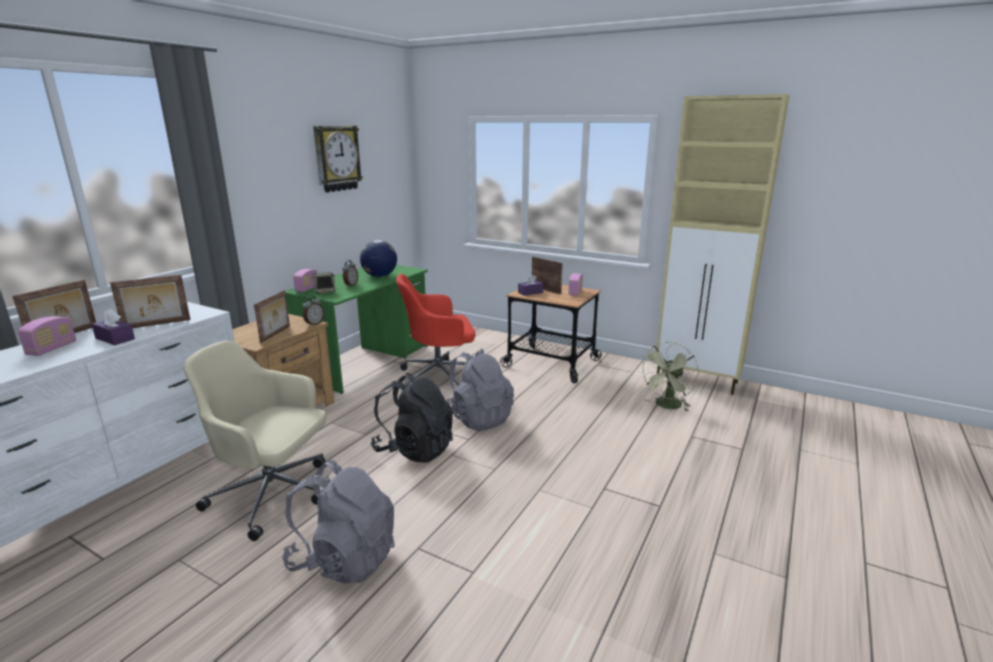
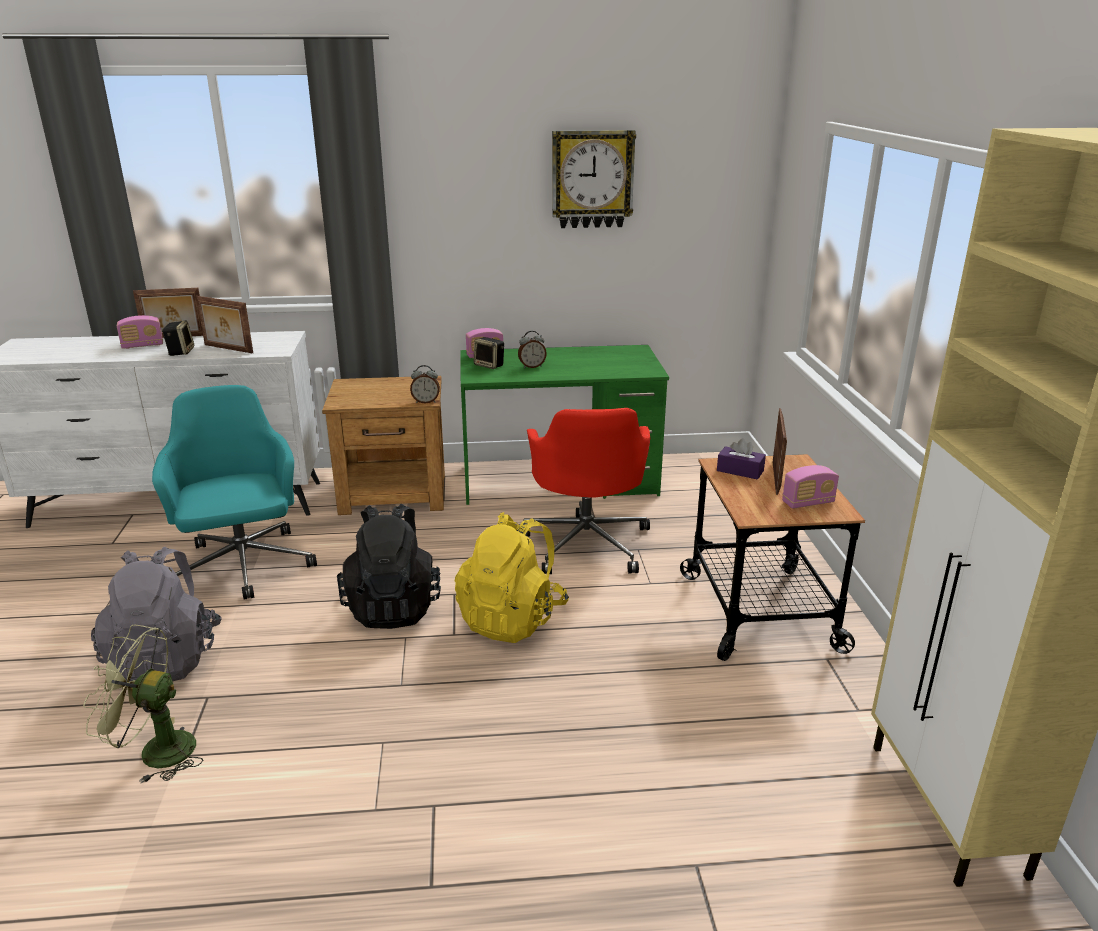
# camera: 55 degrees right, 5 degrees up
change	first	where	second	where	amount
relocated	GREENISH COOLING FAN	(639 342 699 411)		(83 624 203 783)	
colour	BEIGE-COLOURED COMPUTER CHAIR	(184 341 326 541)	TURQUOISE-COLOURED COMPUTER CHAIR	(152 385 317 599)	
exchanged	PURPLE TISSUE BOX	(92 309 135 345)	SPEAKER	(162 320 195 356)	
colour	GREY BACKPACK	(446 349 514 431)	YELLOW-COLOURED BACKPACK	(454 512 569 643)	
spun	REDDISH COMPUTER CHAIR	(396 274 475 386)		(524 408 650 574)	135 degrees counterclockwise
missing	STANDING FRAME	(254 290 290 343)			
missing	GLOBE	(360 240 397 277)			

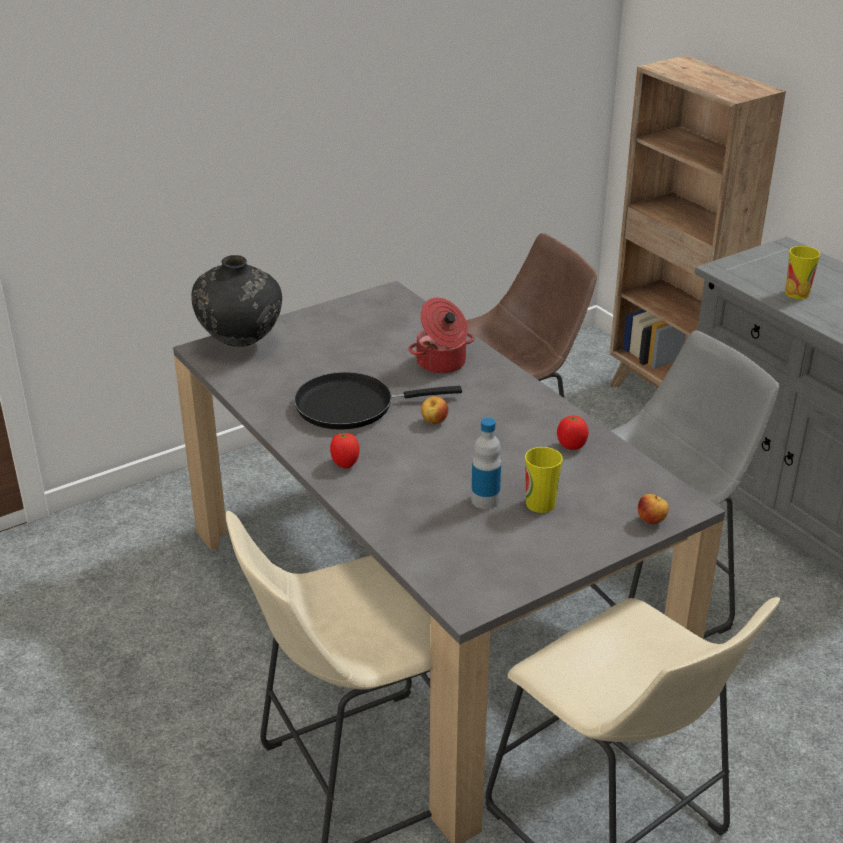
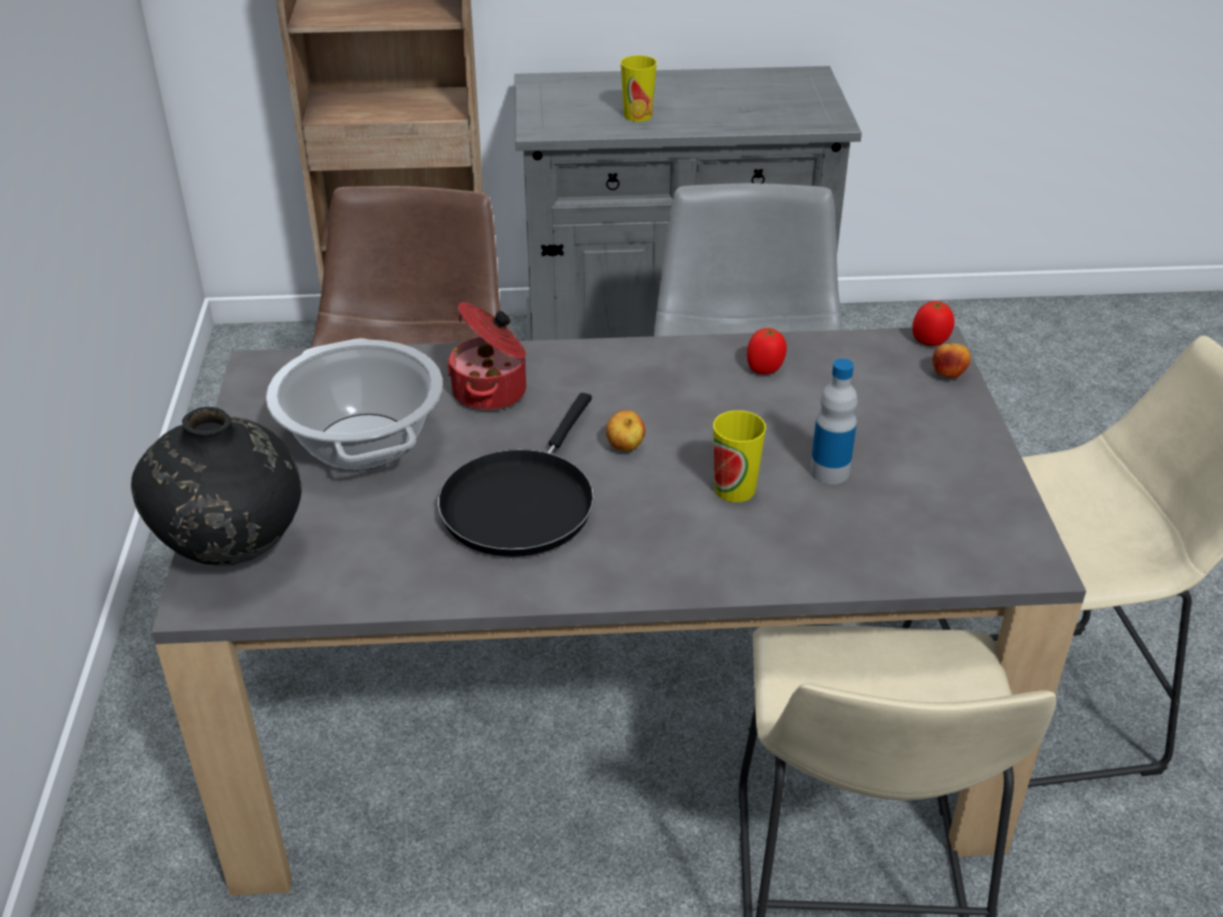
# camera: 60 degrees left, 5 degrees up
change	first	where	second	where	amount
appeared			SAUCEPOT	(266 338 443 470)	
relocated	CUP	(525 447 562 513)		(713 410 766 502)	
relocated	FRESH TOMATO	(330 433 360 468)		(912 301 955 346)	

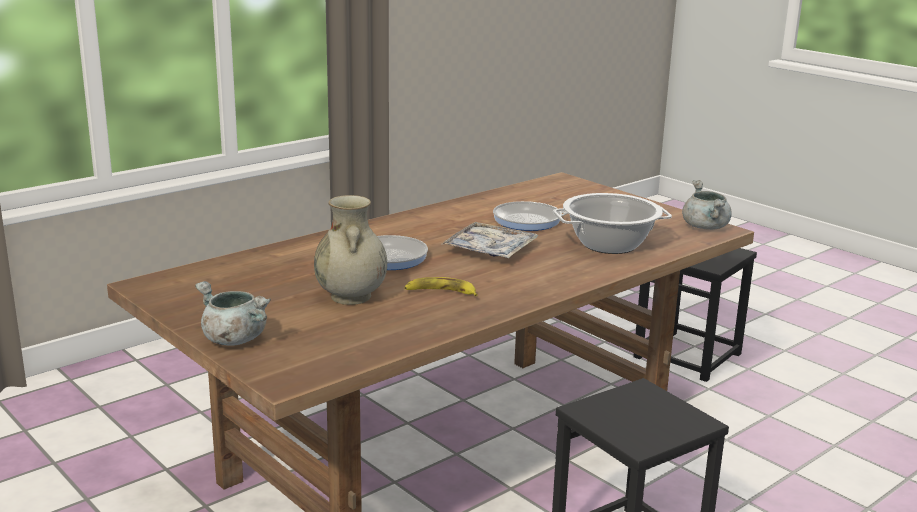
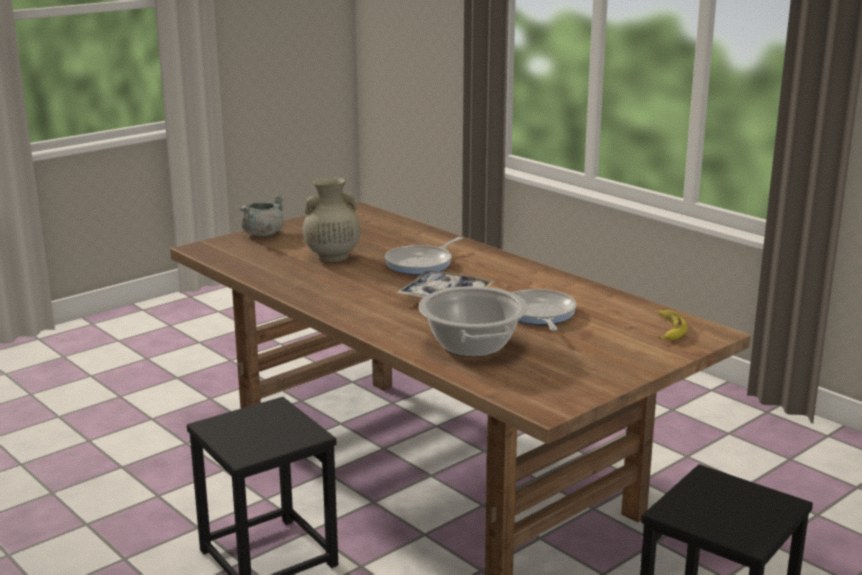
# camera: 90 degrees right, 0 degrees up
change	first	where	second	where	amount
relocated	BANANA FRUIT	(404 277 478 296)		(658 310 687 340)	
missing	GREY SAUCEPOT	(682 180 732 230)			

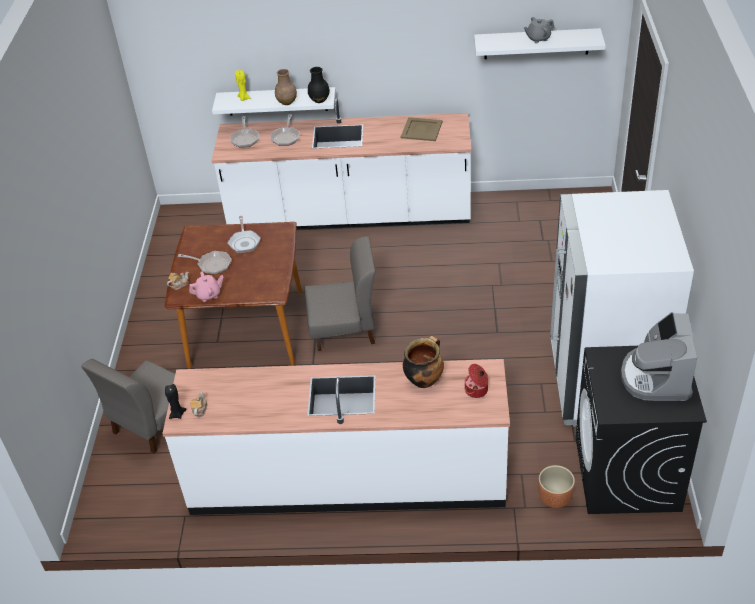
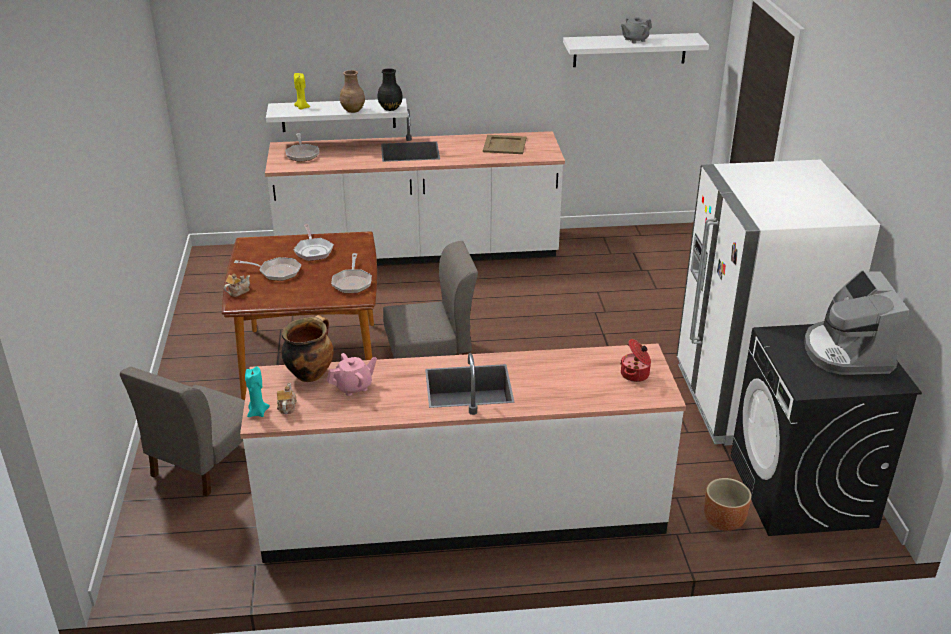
# camera: 10 degrees left, 10 degrees down
change	first	where	second	where	amount
colour	BLACKISH CANDLE	(165 384 187 419)	TURQUOISE-COLOURED CANDLE	(245 366 270 417)	
relocated	SAUCEPOT	(403 336 444 388)		(281 315 334 382)	
relocated	PINKISH TEAPOT	(189 271 223 302)		(327 353 377 396)	
relocated	PAN	(270 114 300 146)		(331 253 372 293)	

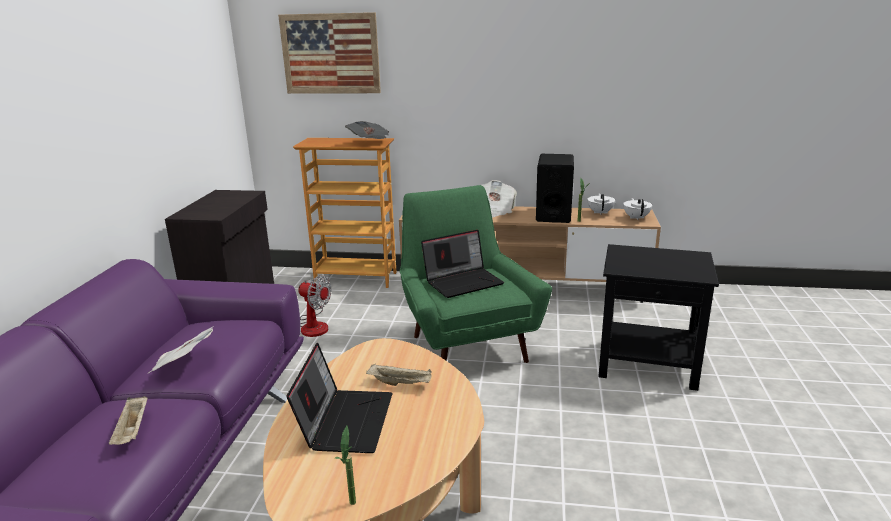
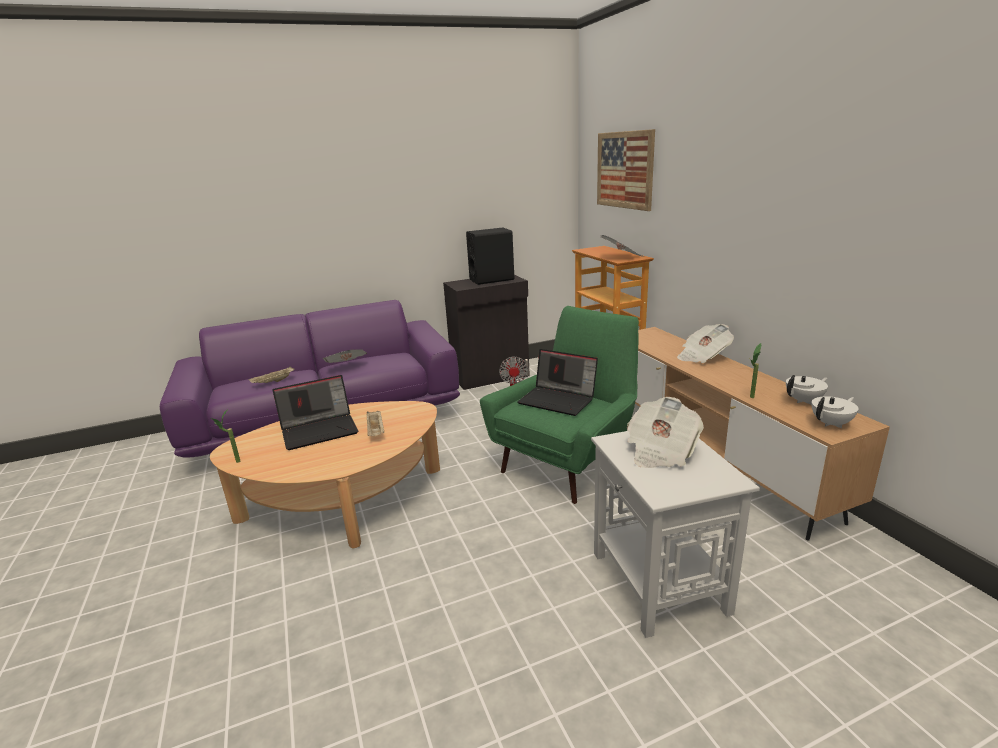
# camera: 60 degrees right, 0 degrees up
change	first	where	second	where	amount
relocated	BLACKISH SPEAKER	(536 154 574 223)		(466 228 514 285)	
colour	BLACKISH ACCENT TABLE	(598 244 719 391)	WHITISH ACCENT TABLE	(591 431 760 638)	
appeared			DAILY PAPER	(627 397 704 468)	

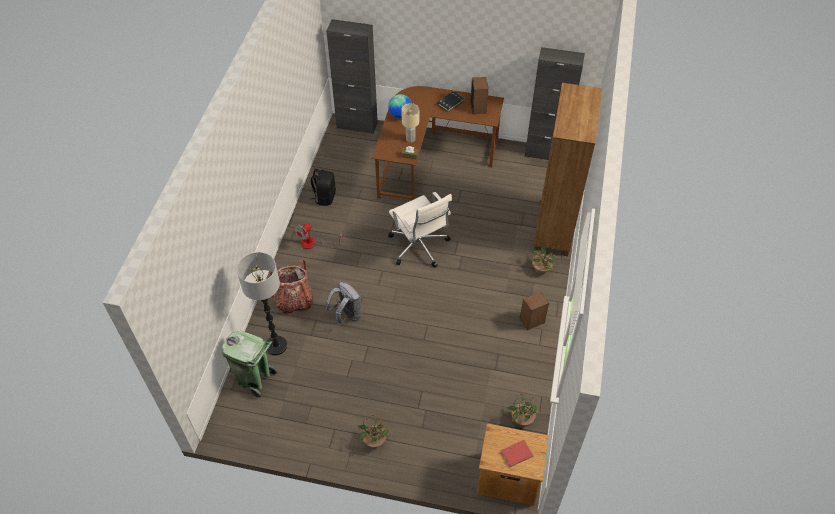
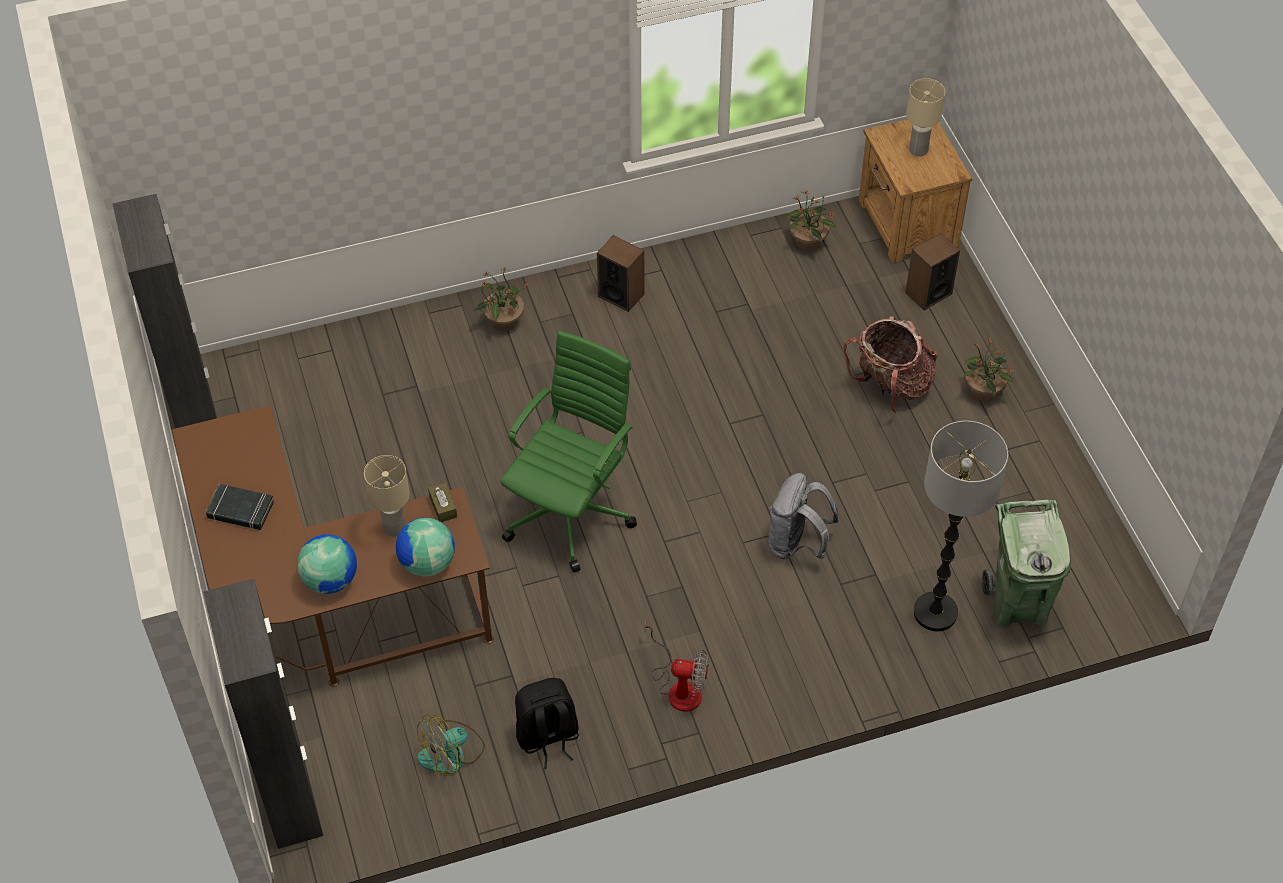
# camera: 120 degrees left, 0 degrees up
change	first	where	second	where	amount
appeared			GLOBE	(396 518 455 577)	
appeared			COOLING FAN	(417 714 485 776)	
colour	WHITISH COMPUTER CHAIR	(388 192 452 267)	GREENISH COMPUTER CHAIR	(501 331 637 573)	
relocated	BACKPACK	(270 259 313 314)		(844 316 937 413)	
exchanged	REDDISH BOUND BOOK	(500 440 533 467)	BEIGE-COLOURED LAMP FOR A TABLE	(906 78 945 156)	
relocated	SPEAKER	(470 77 489 114)		(906 233 960 310)	
missing	BROWN BOOKSHELF	(534 83 602 256)			

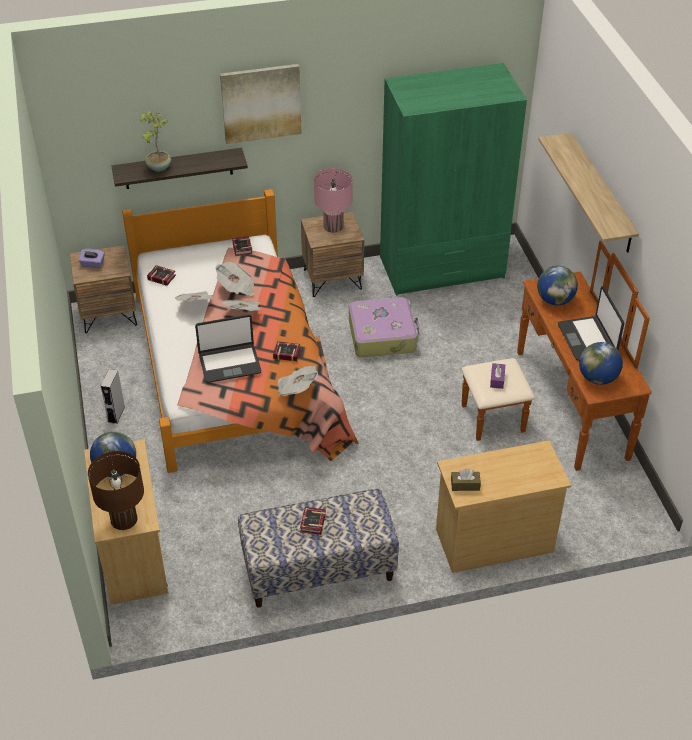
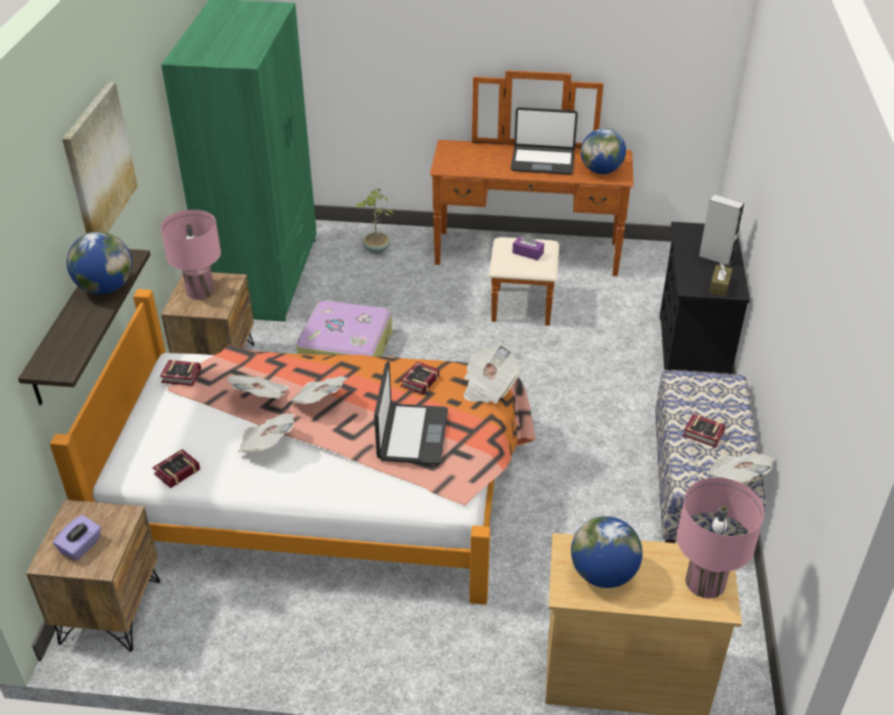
# camera: 70 degrees left, 5 degrees down
change	first	where	second	where	amount
relocated	GLOBE	(537 266 578 306)		(67 232 132 294)	
relocated	PLANT IN A POT	(140 112 171 172)		(356 188 393 254)	
colour	BEIGE-COLOURED DRESSER	(436 440 571 573)	BLACKISH DRESSER	(660 222 750 374)	
colour	BROWN LAMP FOR A TABLE	(88 451 144 530)	PINKISH LAMP FOR A TABLE	(677 477 765 599)	
relocated	GREY SPEAKER	(101 369 125 424)		(698 195 744 266)	
appeared			DAILY PAPER	(706 454 775 482)	
missing	SHELF	(538 133 639 253)			

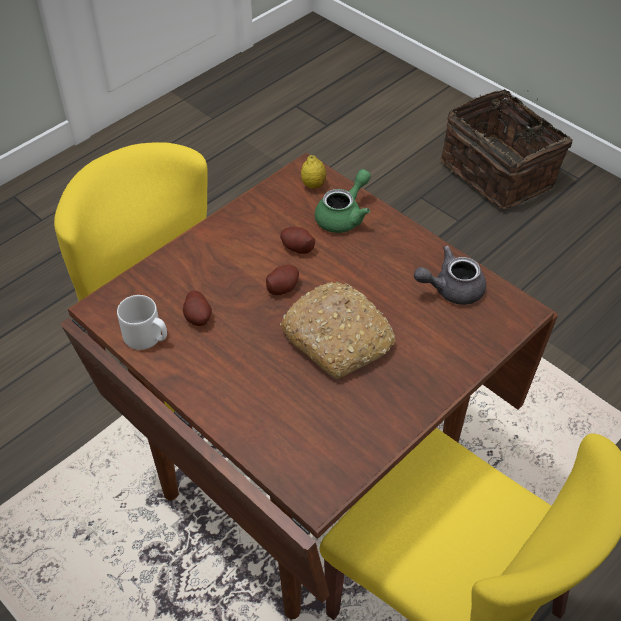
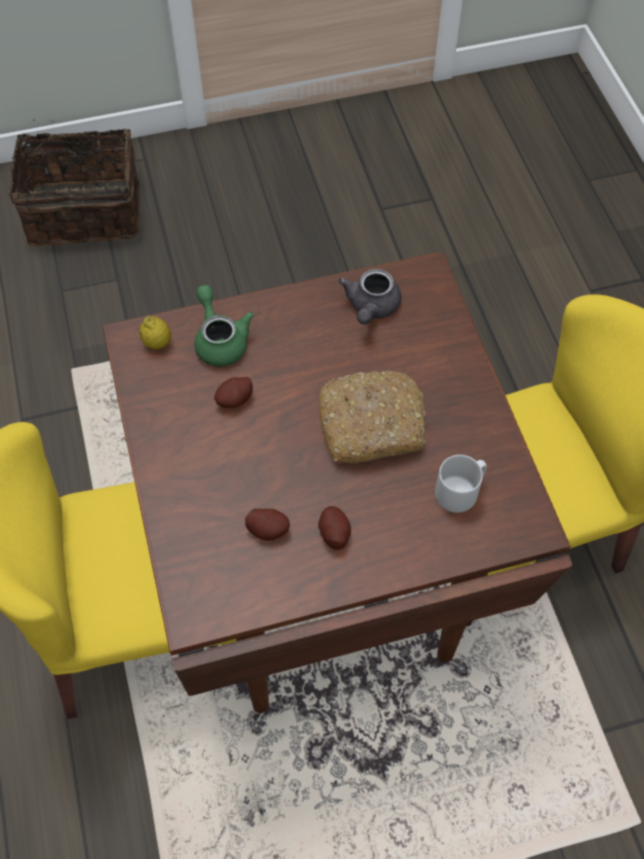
# camera: 60 degrees left, 10 degrees up
change	first	where	second	where	amount
relocated	WHOLE POTATO	(266 265 299 295)		(318 506 351 550)	
relocated	GREY MUG	(117 295 167 350)		(435 455 487 513)	

